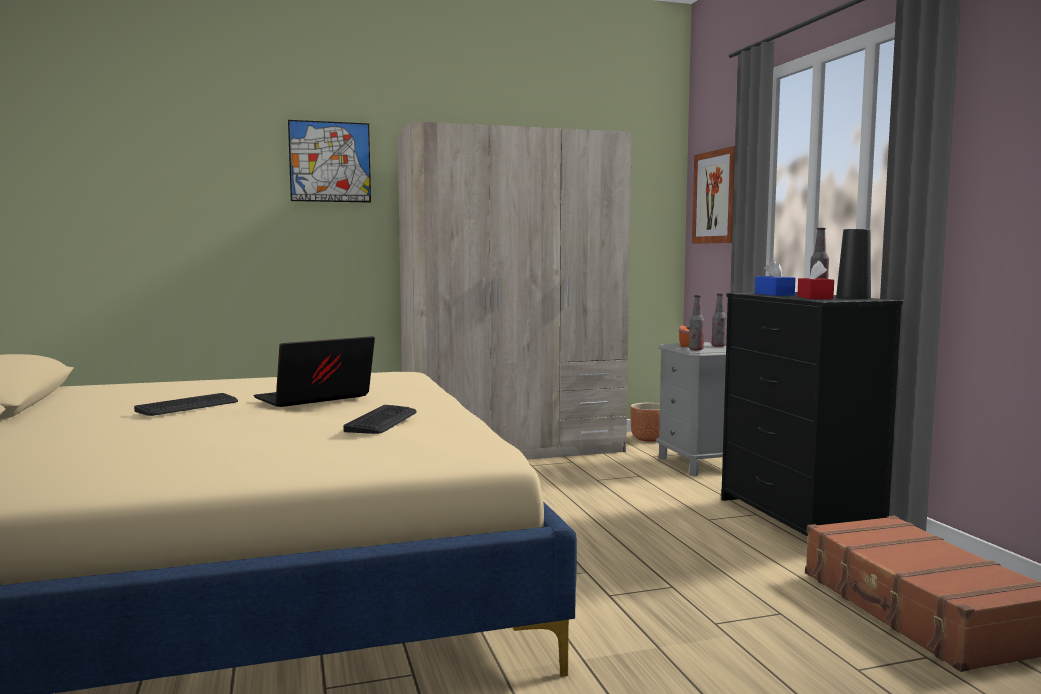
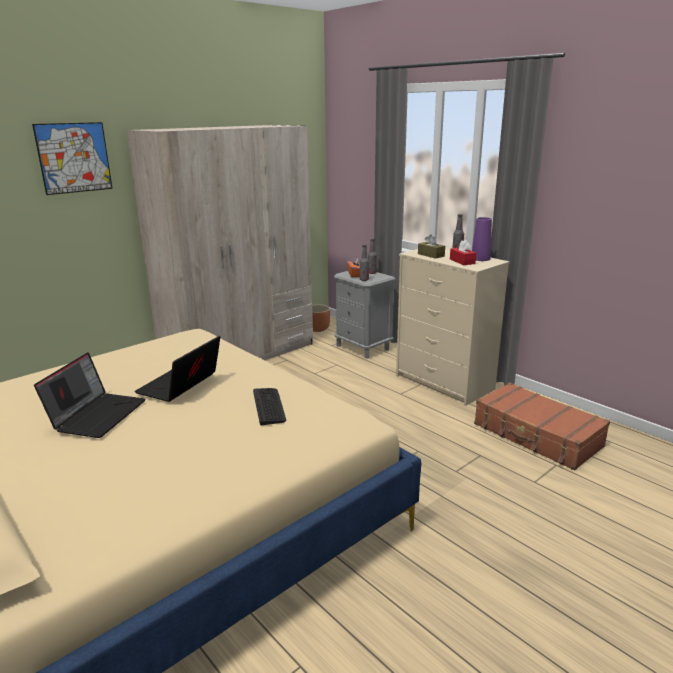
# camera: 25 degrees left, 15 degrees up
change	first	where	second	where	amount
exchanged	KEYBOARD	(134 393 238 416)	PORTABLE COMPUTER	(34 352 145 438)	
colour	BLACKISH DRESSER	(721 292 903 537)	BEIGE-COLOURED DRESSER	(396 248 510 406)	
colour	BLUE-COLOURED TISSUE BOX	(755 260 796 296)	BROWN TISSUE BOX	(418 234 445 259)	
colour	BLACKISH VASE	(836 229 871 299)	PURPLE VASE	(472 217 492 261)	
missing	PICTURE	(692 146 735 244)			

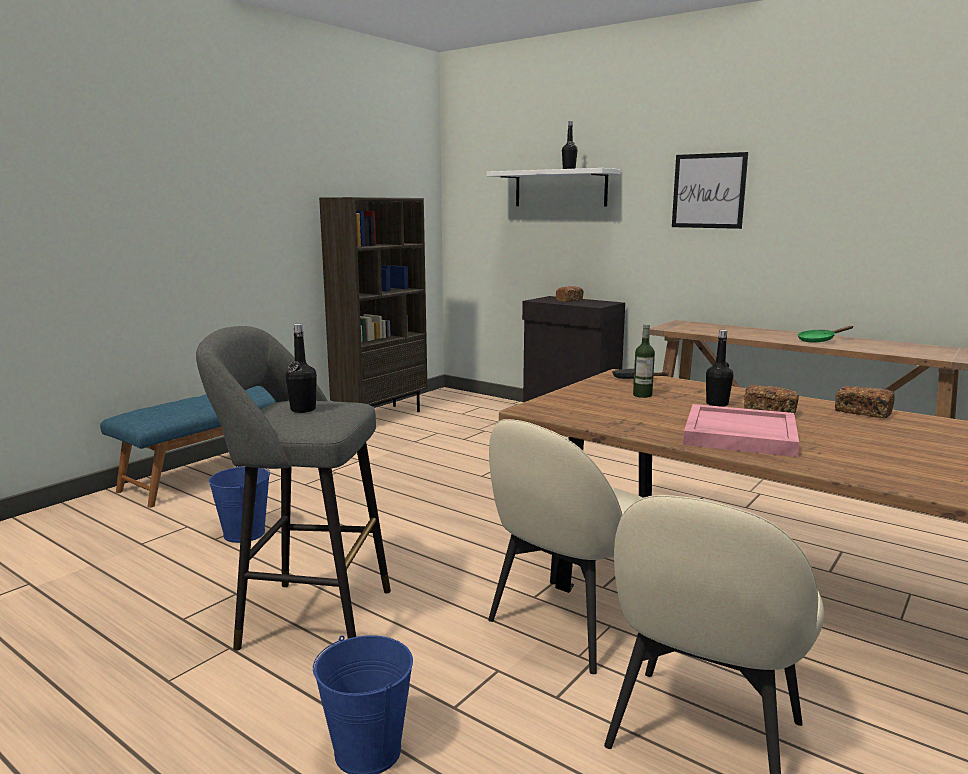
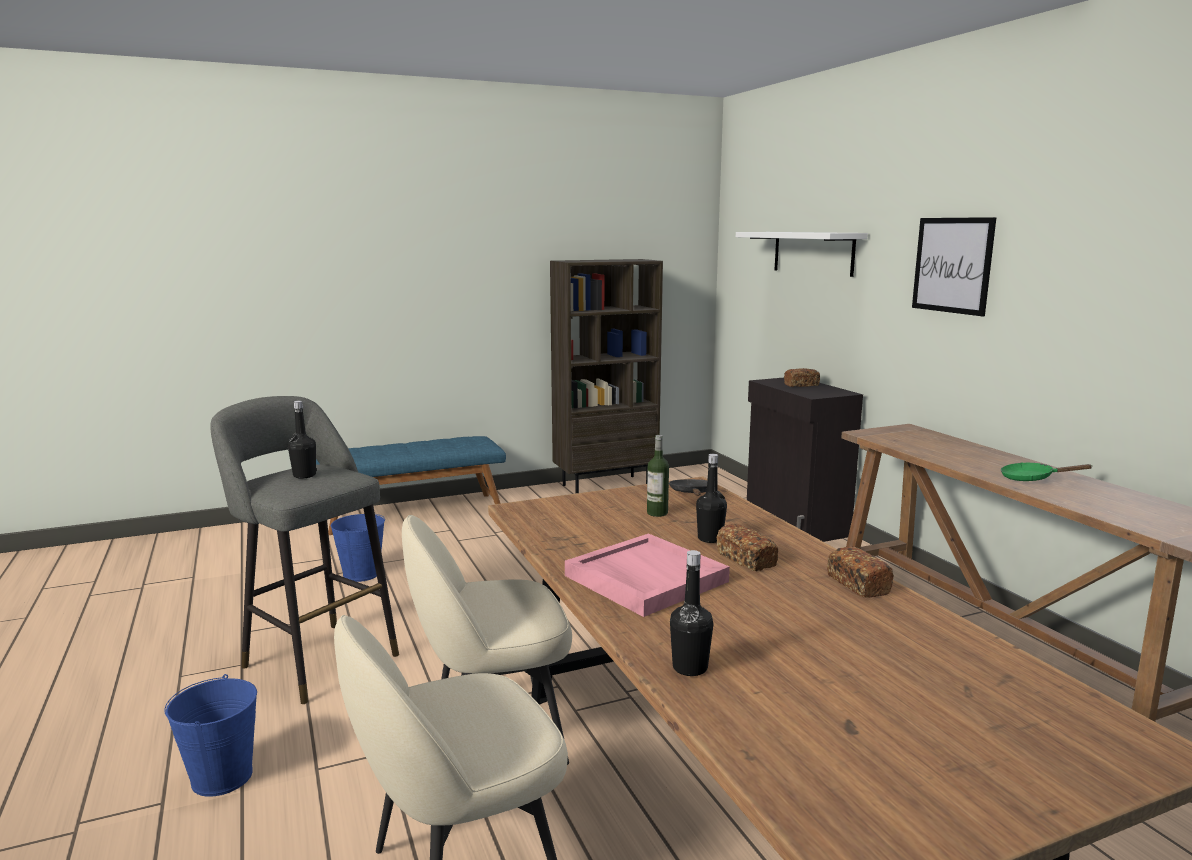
# camera: 30 degrees right, 0 degrees up
change	first	where	second	where	amount
relocated	BLACKISH BOTTLE	(562 121 578 169)		(670 550 714 676)	

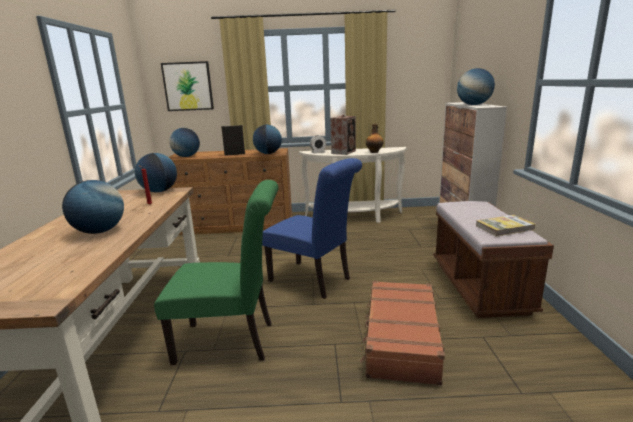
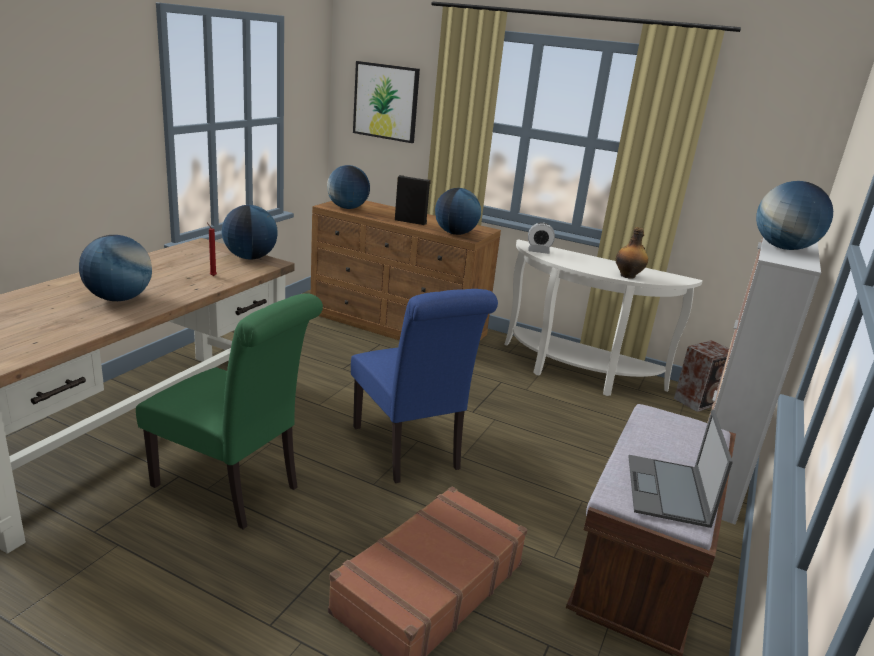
# camera: 25 degrees right, 5 degrees up
change	first	where	second	where	amount
exchanged	BOUND BOOK	(476 215 535 237)	PORTABLE COMPUTER	(628 409 733 528)	
relocated	SPEAKER	(330 115 356 155)		(674 340 729 412)	

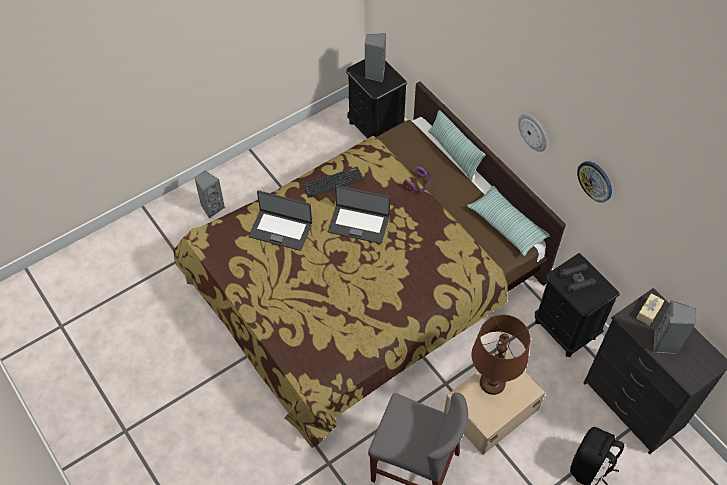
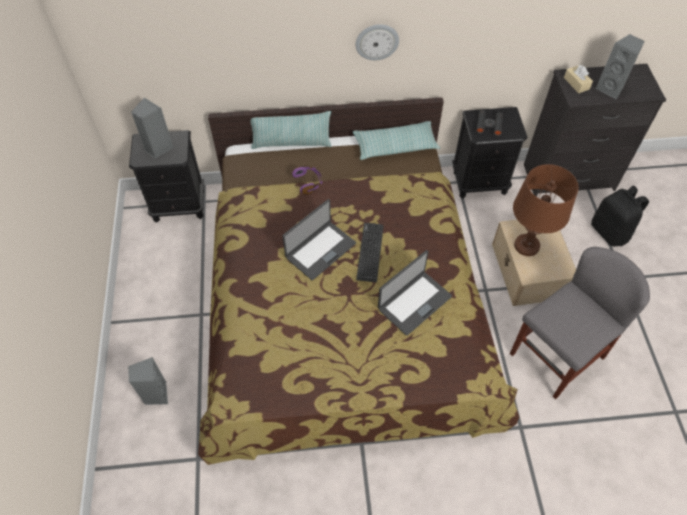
# camera: 60 degrees left, 0 degrees up
change	first	where	second	where	amount
relocated	KEYBOARD	(302 167 364 198)		(356 223 384 282)	
relocated	PORTABLE COMPUTER	(249 190 312 251)		(378 250 452 336)	
missing	CLOCK ON THE WALL	(577 161 612 202)			

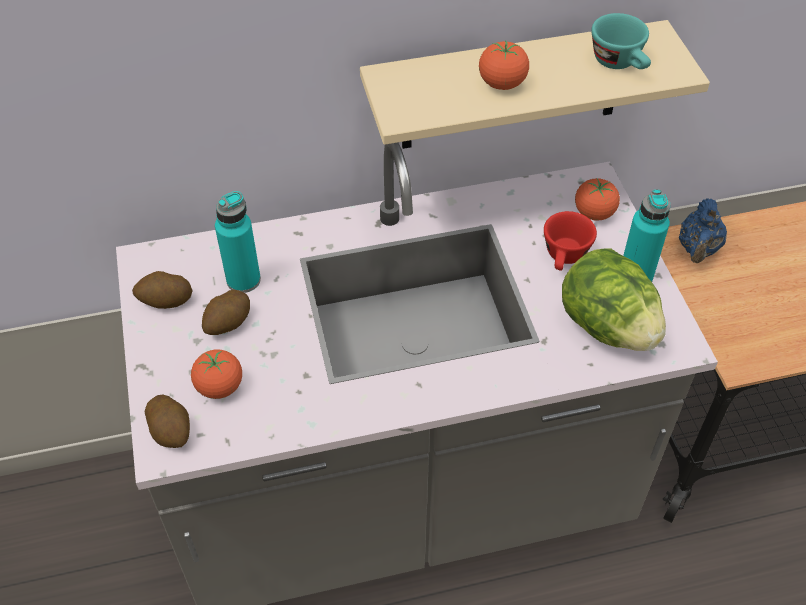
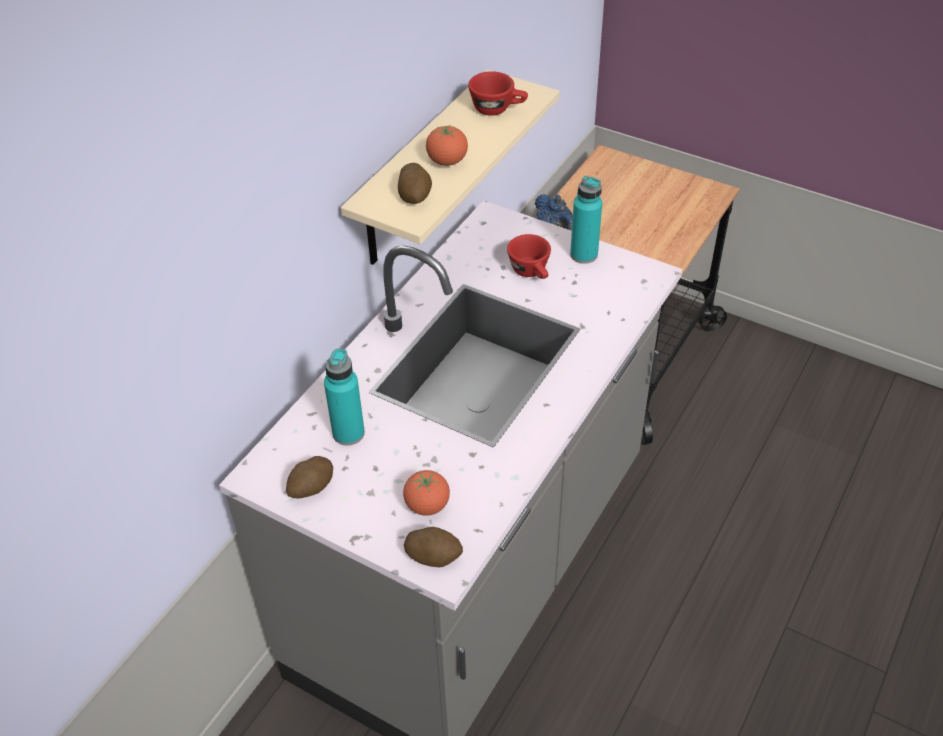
# camera: 45 degrees left, 5 degrees down
change	first	where	second	where	amount
relocated	WHOLE POTATO	(202 290 250 335)		(398 163 432 204)	
colour	TURQUOISE-COLOURED CUP	(591 13 651 69)	REDDISH CUP	(468 71 528 116)	
missing	LETTUCE	(562 249 666 351)			
missing	FRESH TOMATO	(575 178 620 221)			

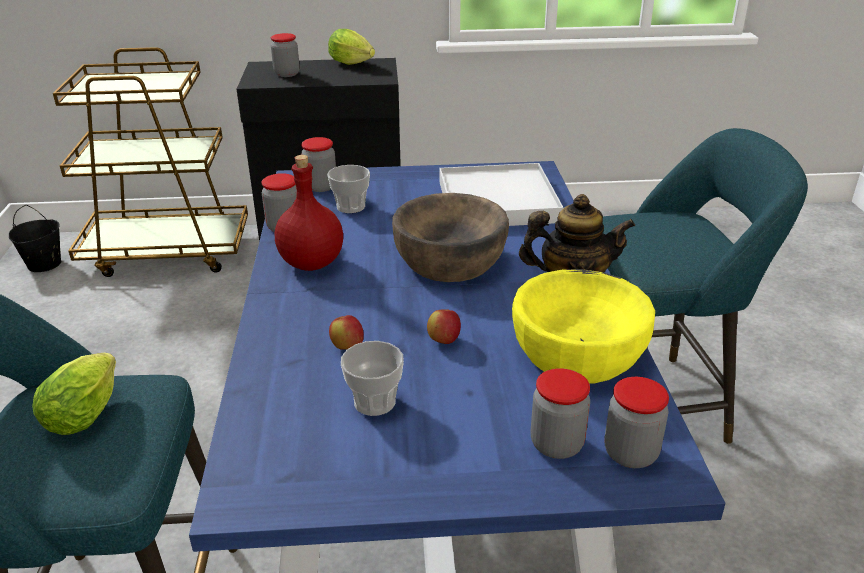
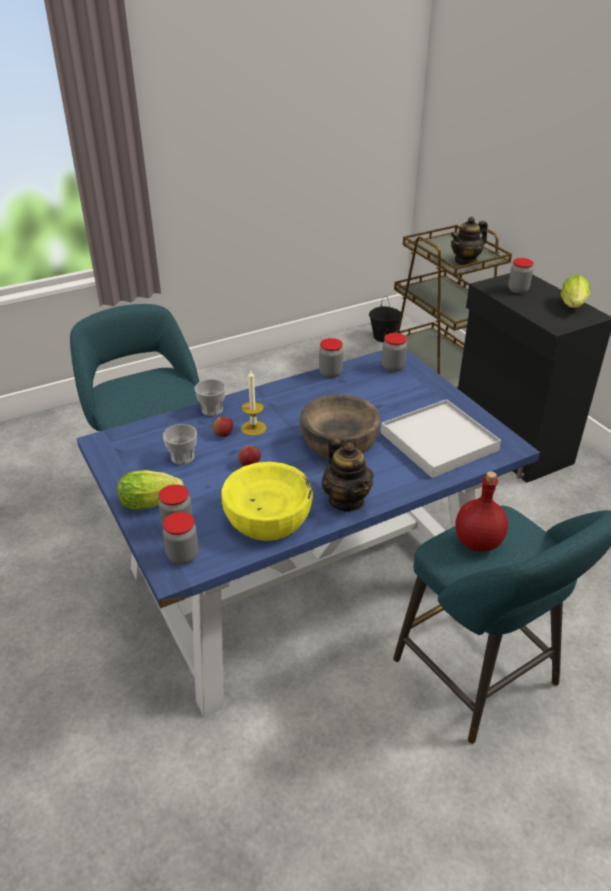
# camera: 65 degrees right, 5 degrees up
change	first	where	second	where	amount
relocated	LETTUCE	(32 353 116 435)		(117 470 184 510)	
relocated	CUP	(327 165 370 213)		(195 379 226 416)	
appeared			CANDLE	(241 370 267 436)	
appeared			TEAPOT	(451 217 488 266)	
relocated	REDDISH BOTTLE	(275 155 343 271)		(456 471 508 552)	

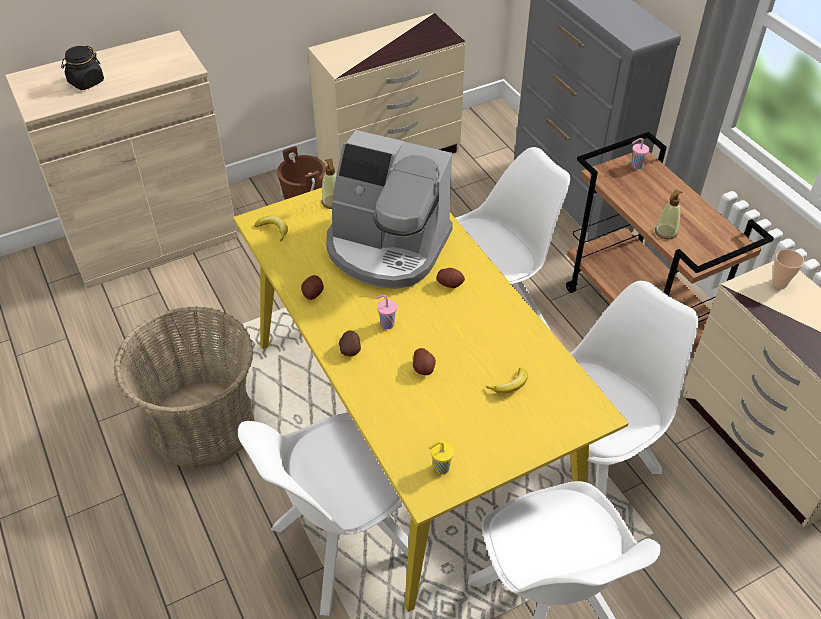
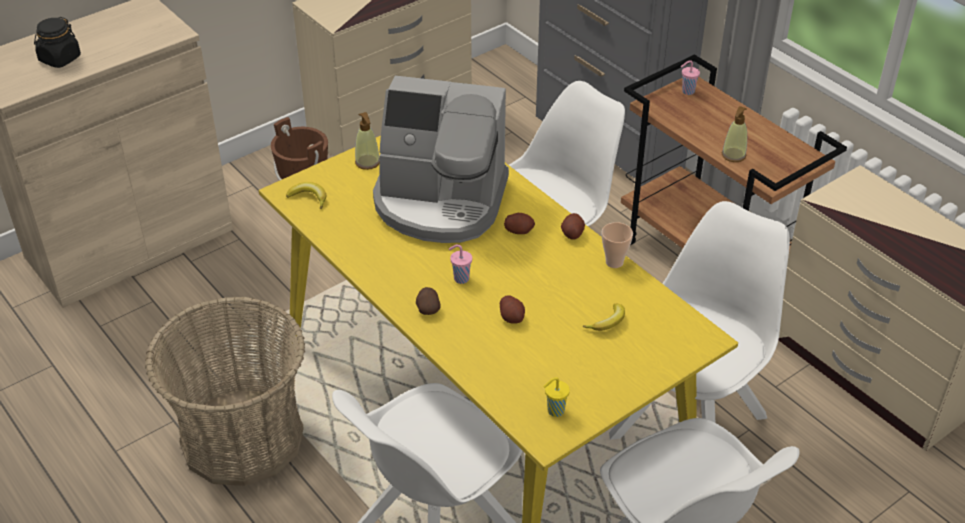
# camera: 10 degrees left, 5 degrees down
change	first	where	second	where	amount
relocated	WHOLE POTATO	(301 275 324 300)		(561 213 585 240)	
relocated	CUP	(772 249 804 289)		(602 222 633 268)	

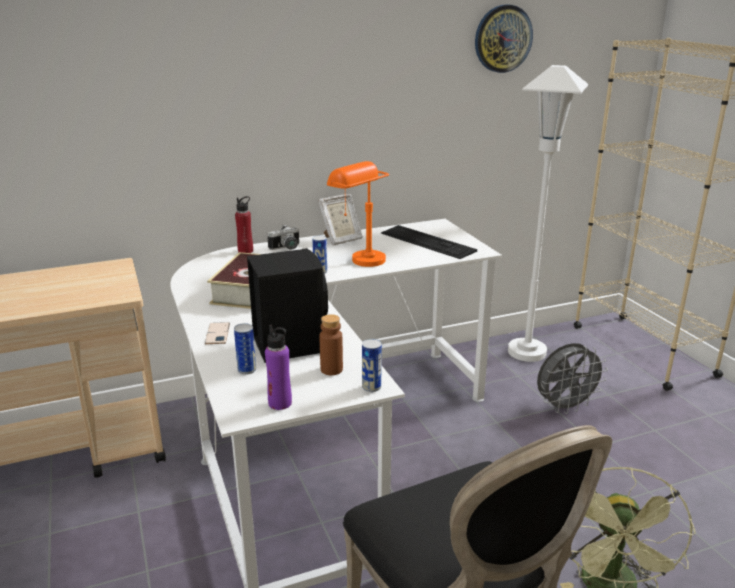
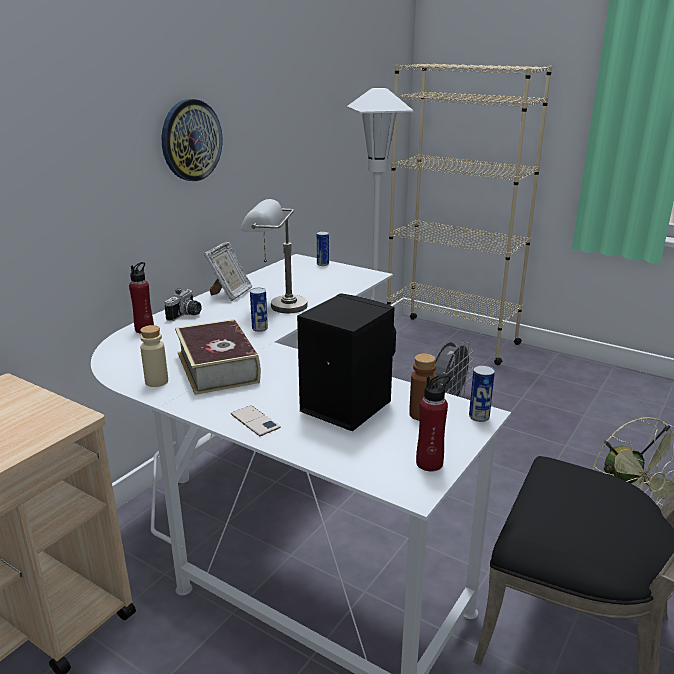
# camera: 35 degrees left, 0 degrees up
change	first	where	second	where	amount
appeared			BEIGE-COLOURED BOTTLE	(140 325 168 387)	
relocated	CLOCK ON THE WALL	(475 5 533 73)		(162 99 222 181)	
colour	ORANGEY LAMP FOR A TABLE	(327 161 389 267)	GREY LAMP FOR A TABLE	(241 199 308 313)	
relocated	METAL CAN	(234 323 256 375)		(316 231 329 266)	
colour	PURPLE BOTTLE	(265 324 292 410)	REDDISH BOTTLE	(416 374 451 471)	
missing	KEYBOARD	(381 225 477 259)			

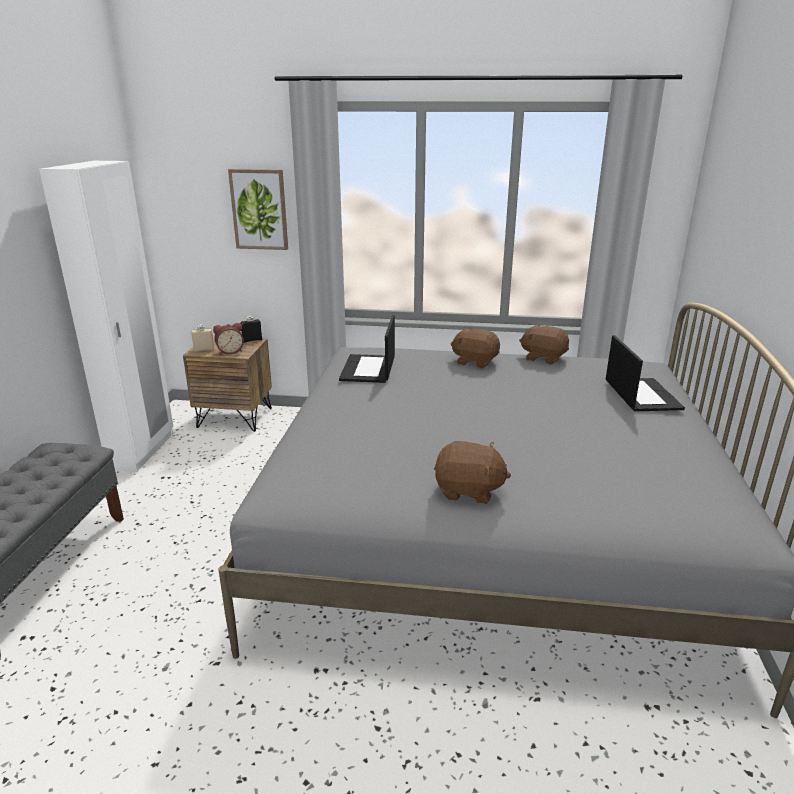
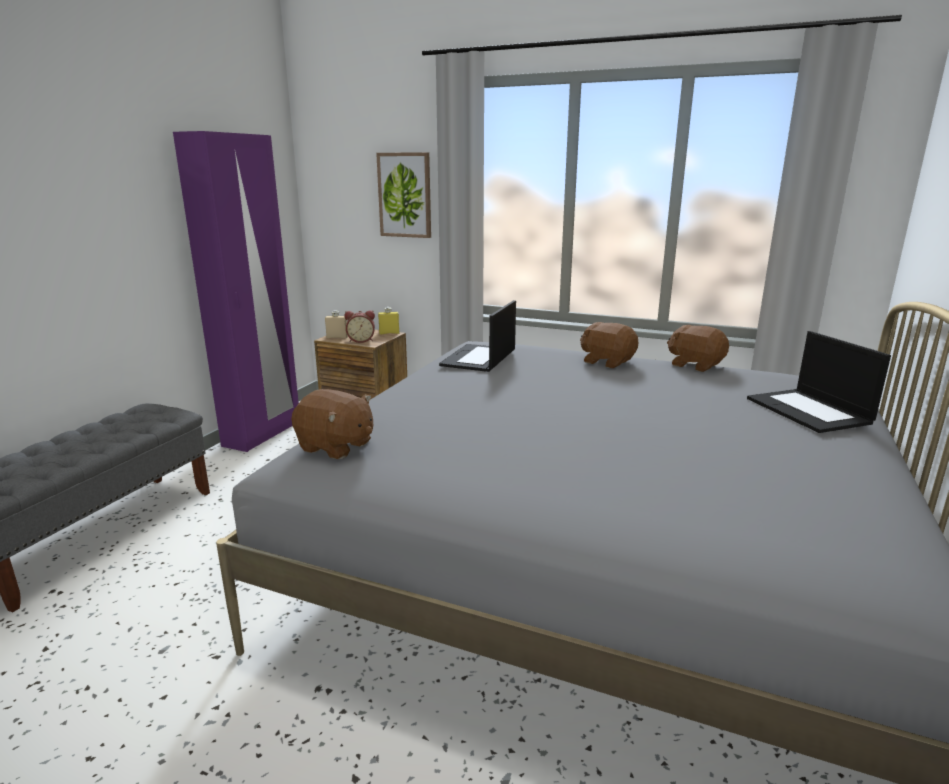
# camera: 15 degrees right, 5 degrees down
change	first	where	second	where	amount
colour	WHITISH ARMOIRE	(39 161 174 472)	PURPLE ARMOIRE	(173 131 299 452)	
relocated	BROWN CUDDLY TOY	(434 441 511 504)		(291 389 373 459)	
colour	BLACKISH BOTTLE	(240 316 262 343)	YELLOW-COLOURED BOTTLE	(378 307 399 335)	
spun	PORTABLE COMPUTER	(606 335 685 411)		(747 331 891 433)	150 degrees clockwise

